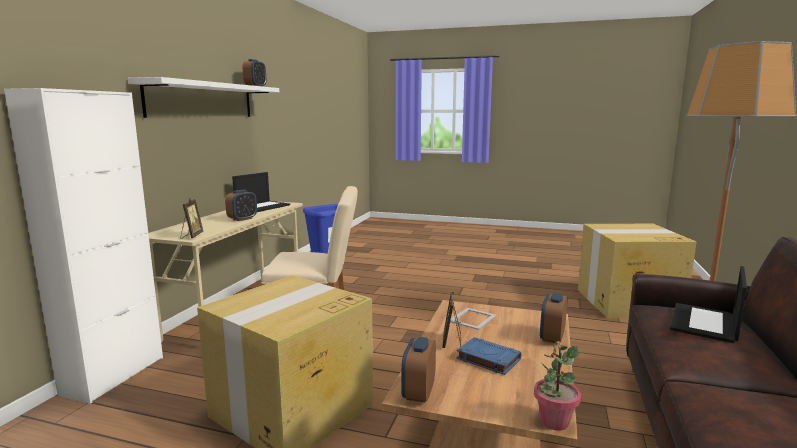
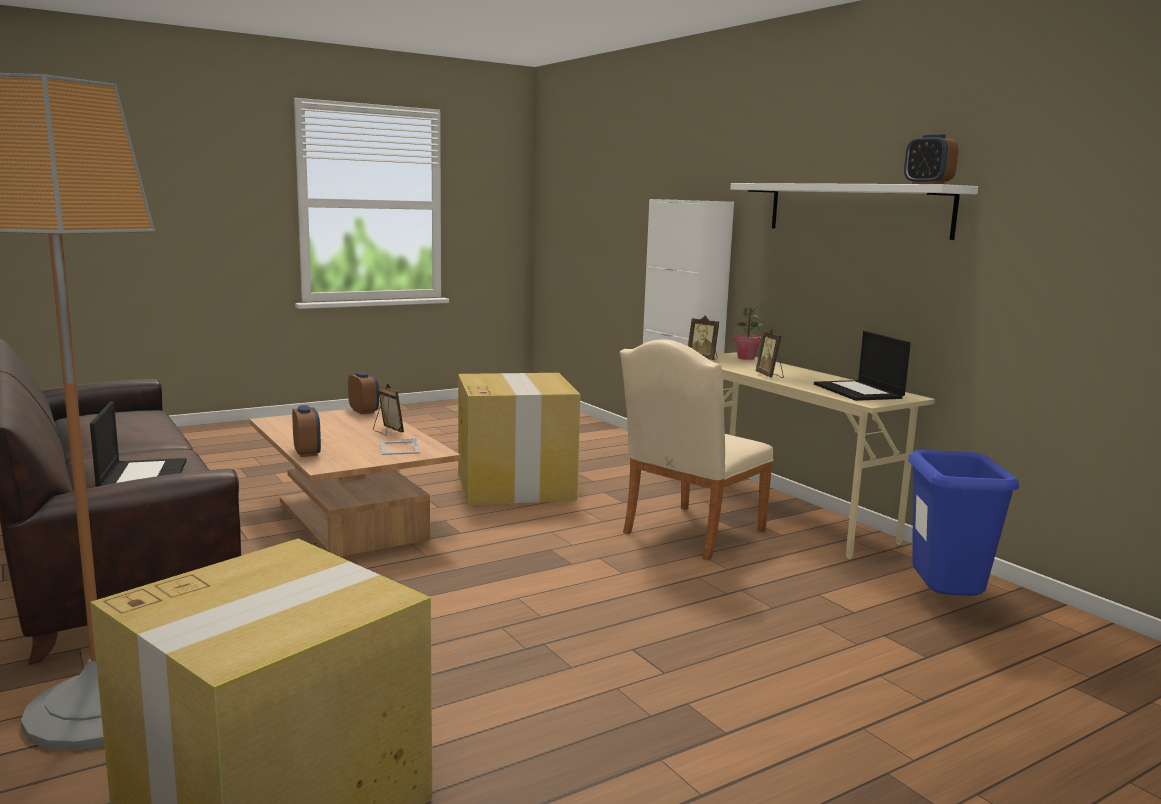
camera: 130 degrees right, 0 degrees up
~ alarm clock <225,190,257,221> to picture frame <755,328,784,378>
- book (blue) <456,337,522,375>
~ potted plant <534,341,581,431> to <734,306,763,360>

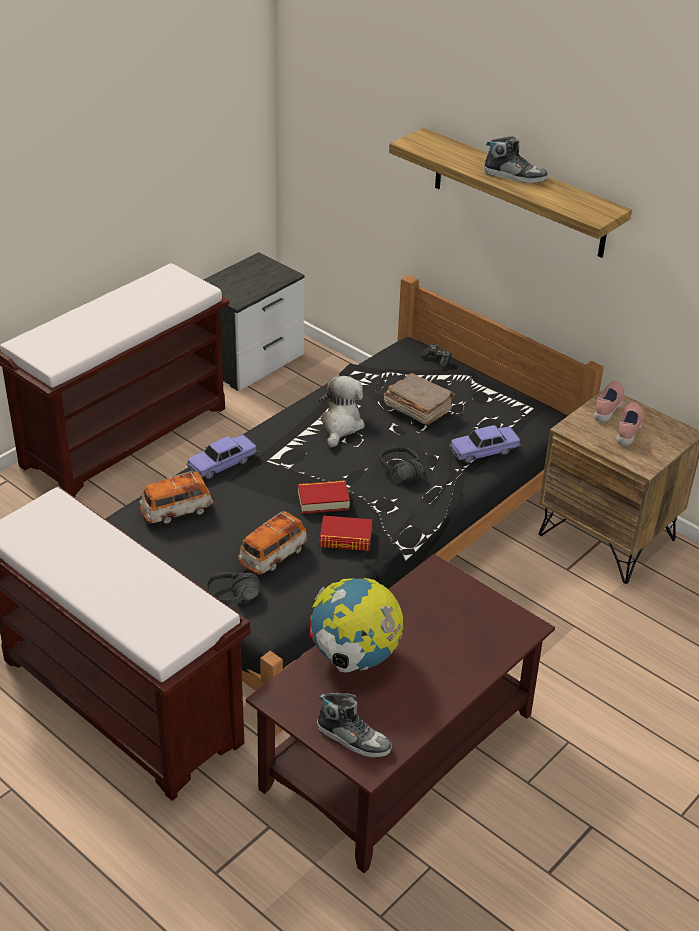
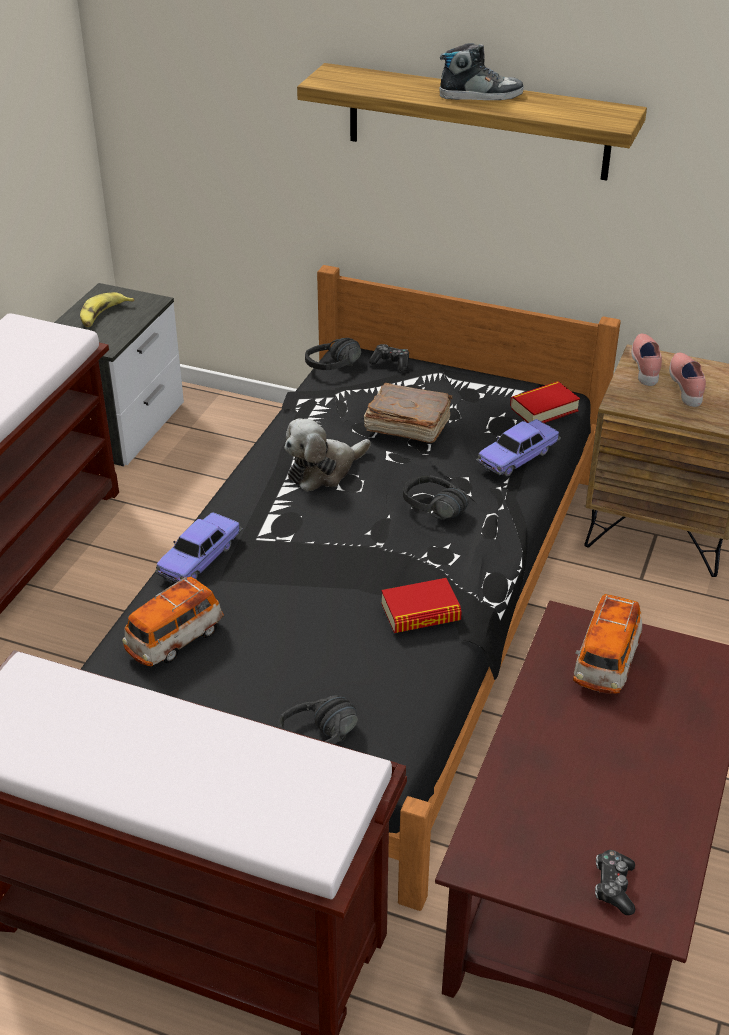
camera: 20 degrees left, 0 degrees up
~ toy car <238,511,308,575> to <573,594,642,694>
~ book <298,480,350,514> to <510,381,580,423>
- globe <310,577,403,673>
~ shoe <317,693,392,758> to game controller <595,850,635,915>
~ plush toy <319,376,365,448> = <285,419,371,492> 120 degrees counterclockwise
+ banana <80,292,134,327>
+ headphones (black) <305,338,361,370>

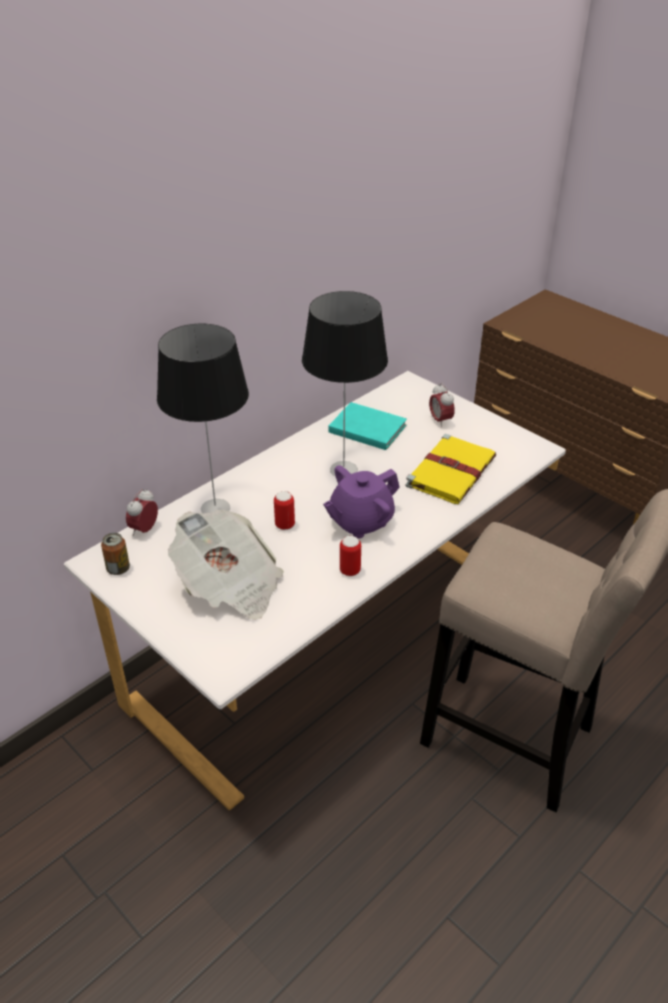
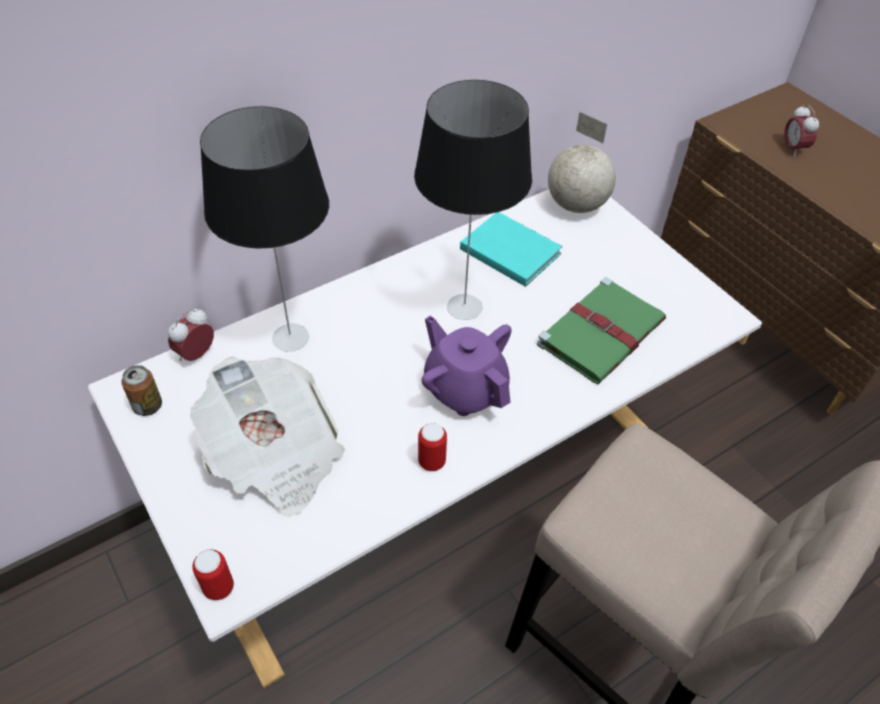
camera: 10 degrees right, 10 degrees up
~ can <274,491,295,530> to <192,550,234,600>
~ teapot (purple) <323,466,400,538> = <421,316,512,416> 75 degrees clockwise
~ book (yellow) <406,434,496,504> to book (green) <537,277,666,384>
~ alarm clock <429,383,455,428> to <783,105,819,157>
+ globe <548,112,616,213>

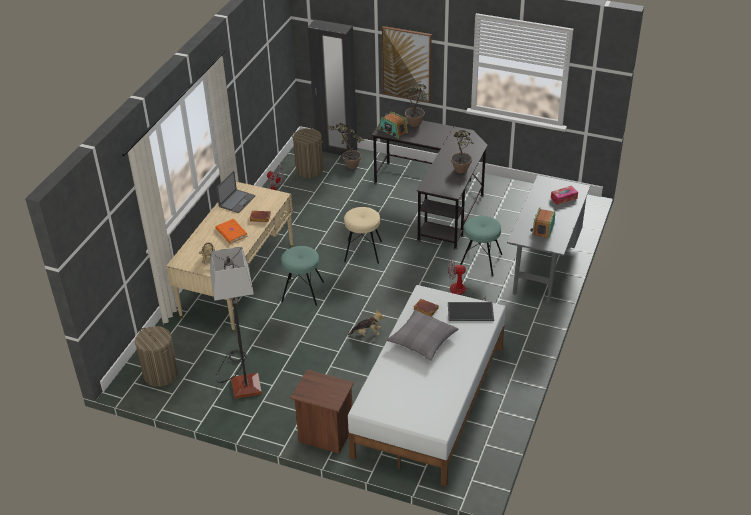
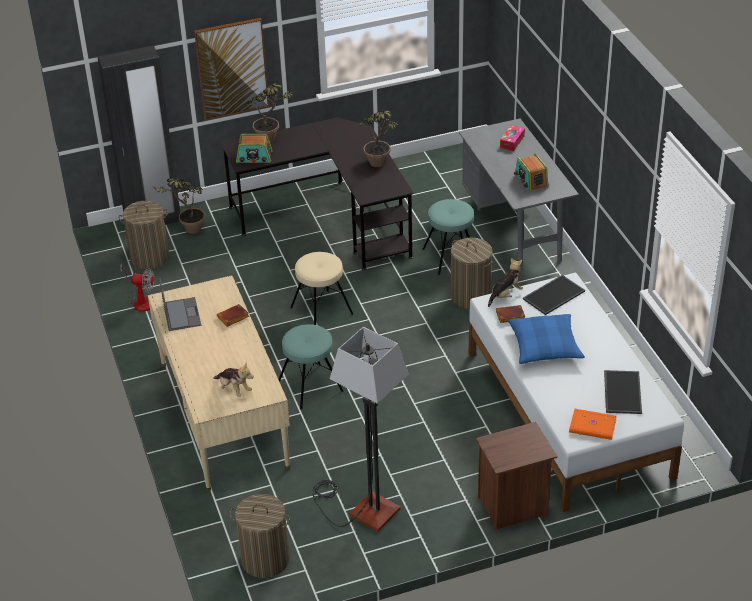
camera: 40 degrees left, 0 degrees up
~ book (orange) <216,219,248,244> to <569,409,617,440>
~ plush toy <348,310,385,336> to <488,258,523,307>
~ pillow (grey) <386,310,458,361> to pillow (blue) <508,314,585,364>
~ fan <448,260,486,301> to laundry basket <451,238,493,309>
+ tray <604,370,642,414>

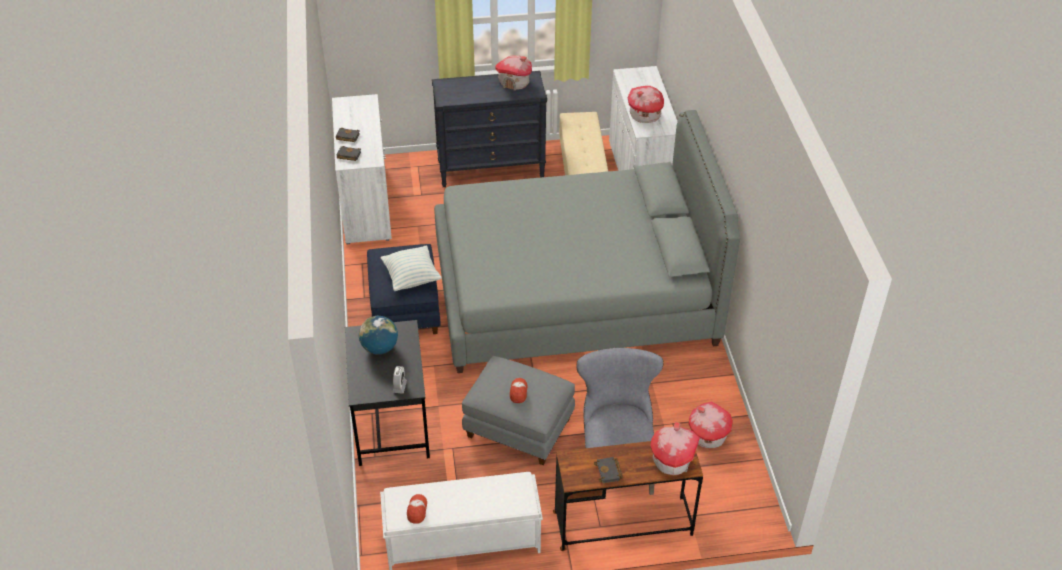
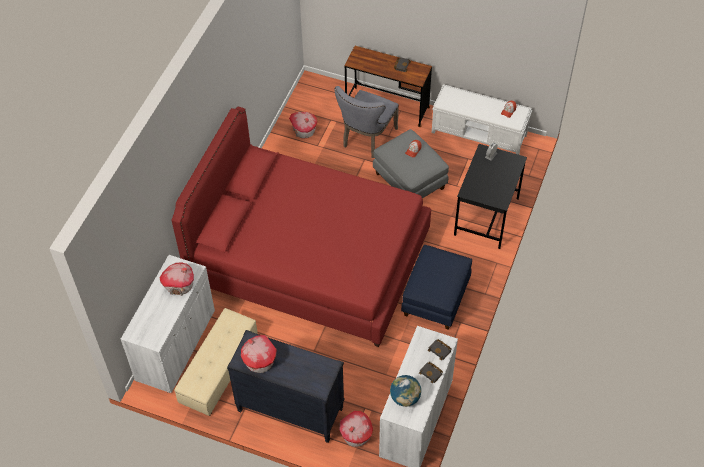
camera: 150 degrees left, 10 degrees up
~ globe <359,316,398,355> to <390,375,421,407>
- pillow <381,246,442,291>
~ bed (grey) <434,110,740,373> to bed (red) <172,107,431,347>
~ toy house <651,422,700,475> to <339,411,373,447>

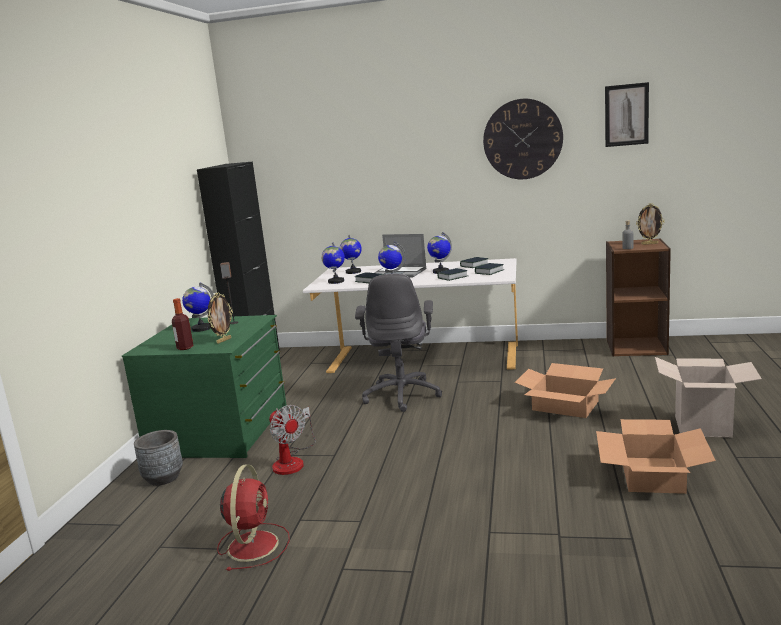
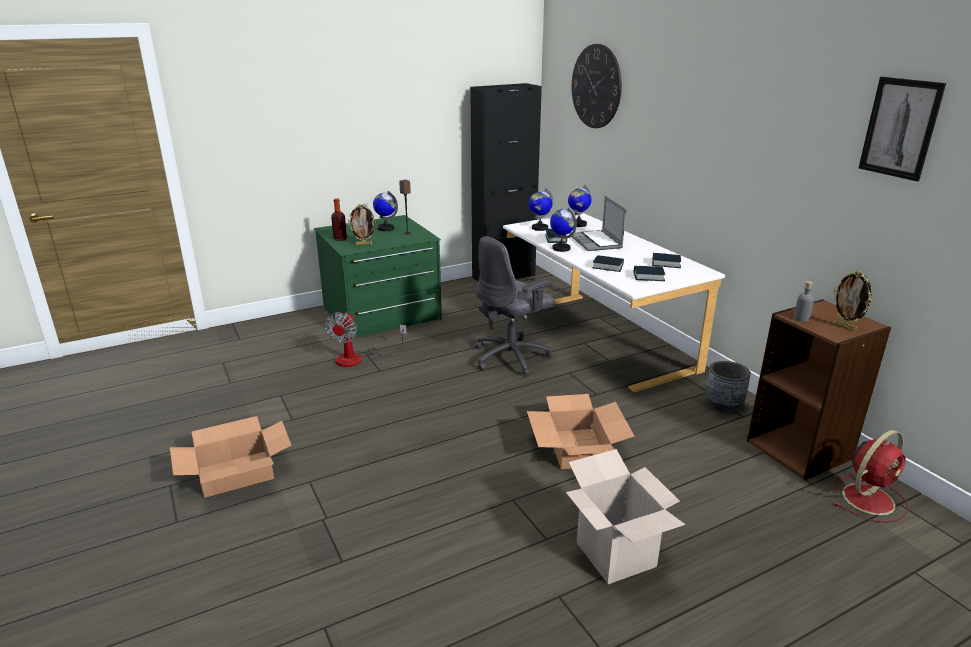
camera: 50 degrees right, 10 degrees up
~ planter (grey) <134,430,183,486> to <706,361,751,412>
~ fan (red) <217,464,290,571> to <834,430,909,523>
- globe <427,232,452,274>
~ wall clock <483,99,563,179> to <572,44,622,128>
~ cardboard box <596,419,716,494> to <170,416,291,498>

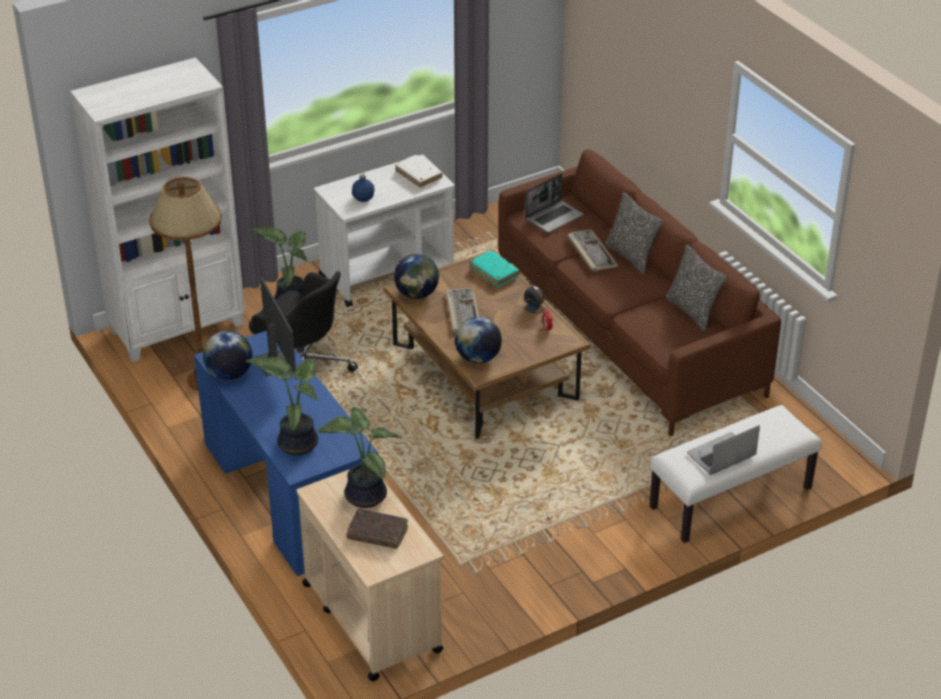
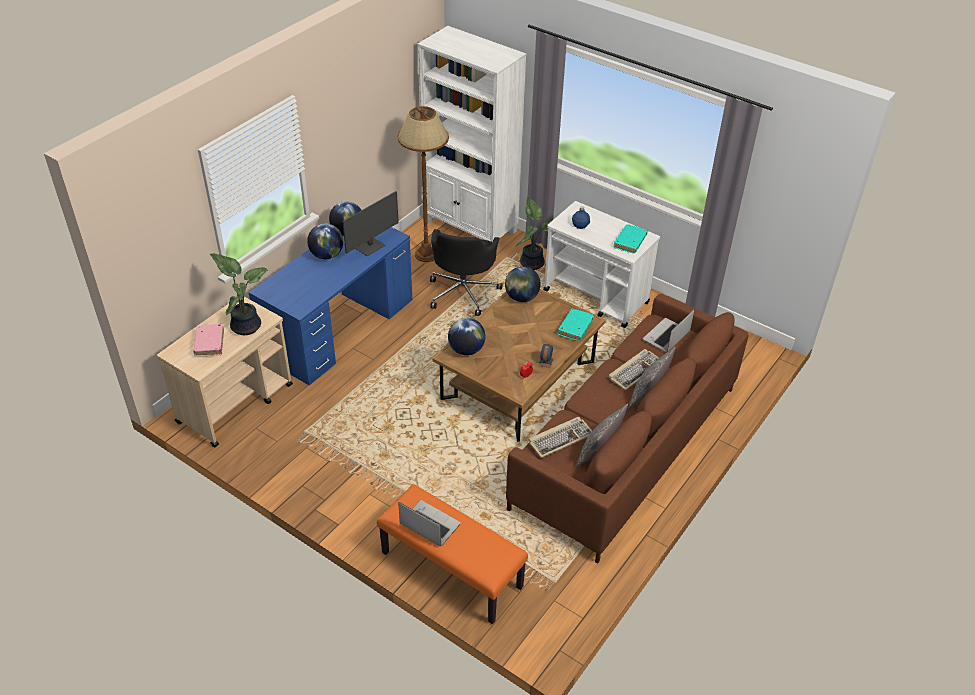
camera: 65 degrees right, 5 degrees up
- potted plant <246,357,319,455>
~ book (brown) <346,509,408,549> to book (pink) <193,324,224,356>
~ book (white) <395,155,443,189> to book (turquoise) <614,224,648,253>
~ keyboard <446,288,479,333> to <529,417,592,458>
~ laptop <525,173,583,233> = <643,310,694,353> 105 degrees clockwise
~ bench (white) <650,405,822,543> to bench (orange) <377,484,528,624>
+ globe <307,224,343,259>

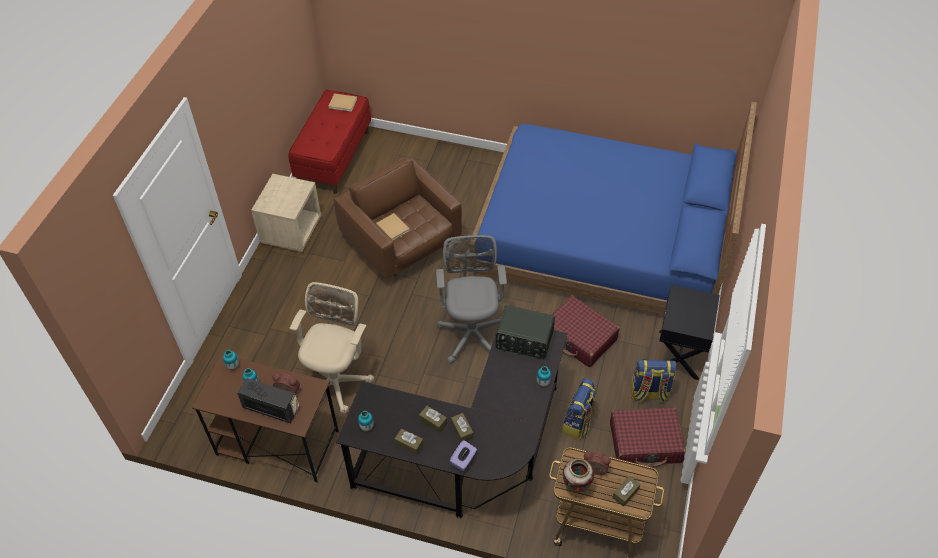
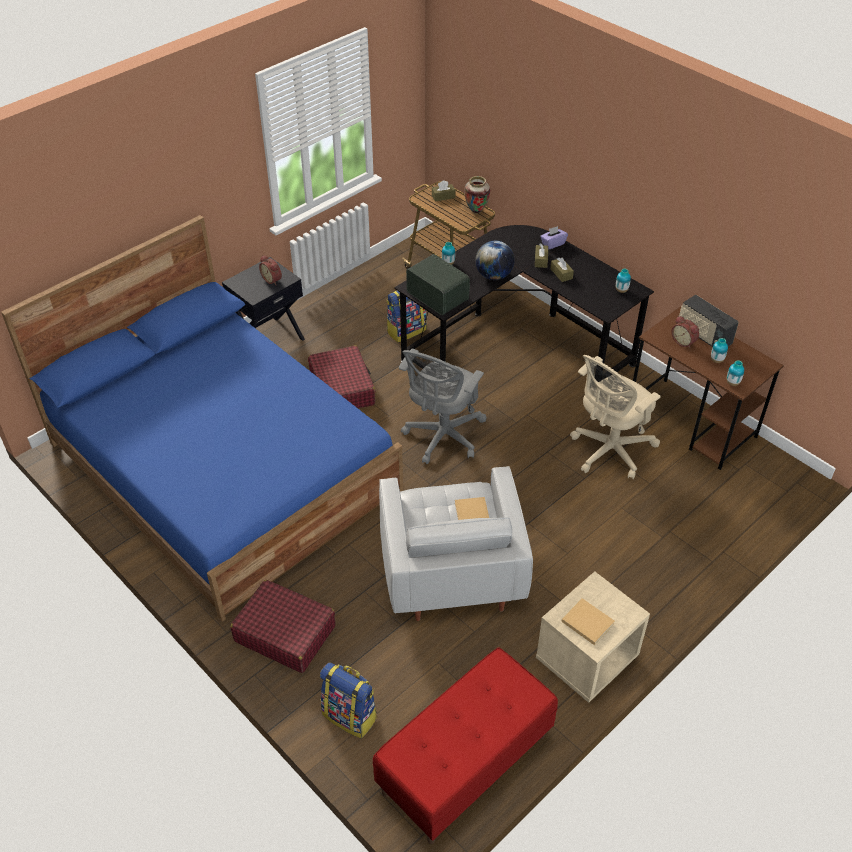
camera: 150 degrees left, 5 degrees down
~ book (beige) <329,93,357,112> to <561,598,615,645>
~ armchair (brown) <334,157,462,279> to armchair (white) <379,466,533,621>
- tissue box (brown) <395,429,424,455>
~ alarm clock <584,451,611,475> to <259,255,282,285>
~ suitcase (red) <610,407,686,468> to <230,580,335,673>
~ backpack <631,359,676,403> to <320,663,377,739>
+ globe <475,241,515,280>

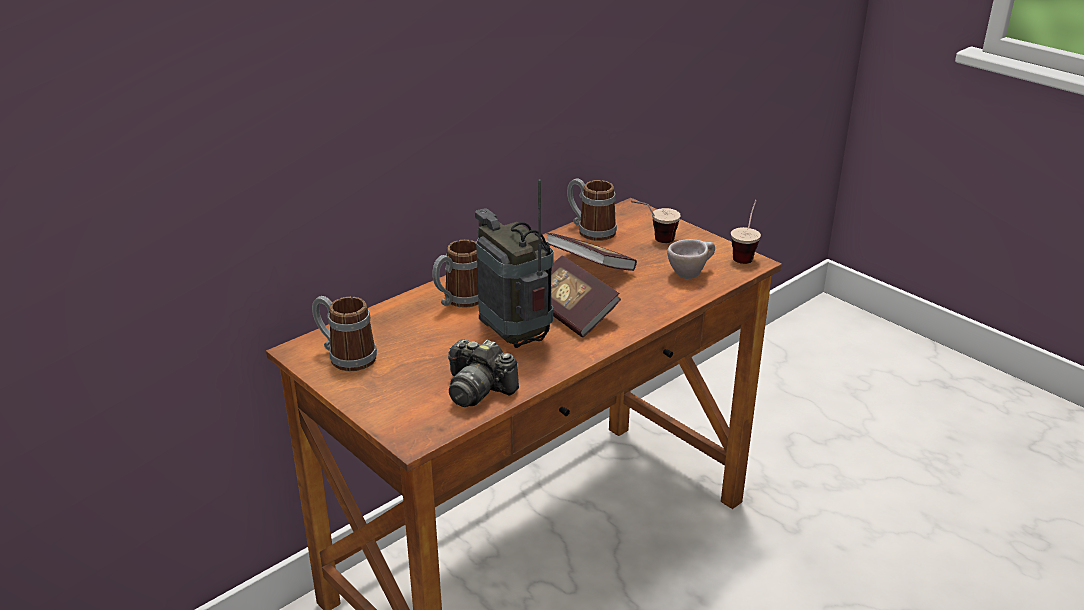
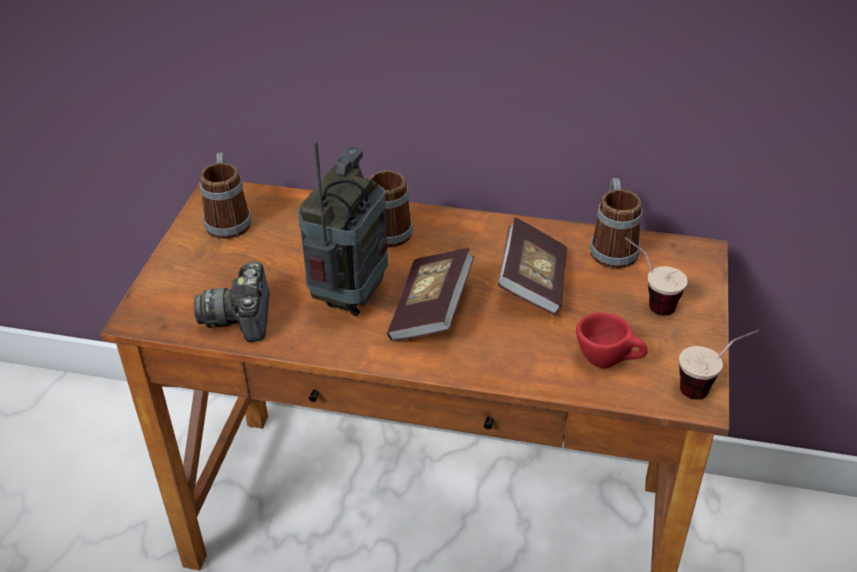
camera: 55 degrees right, 10 degrees up
~ cup (beige) <667,239,715,279> to cup (red) <576,312,648,368>

